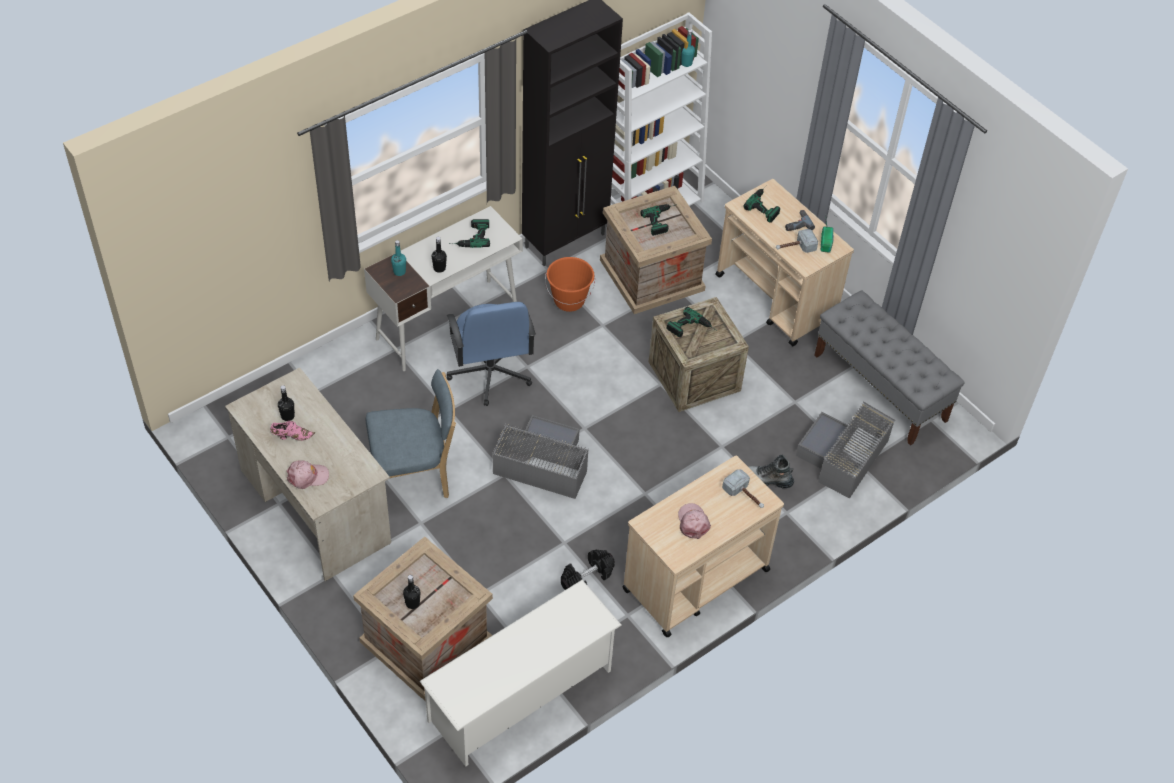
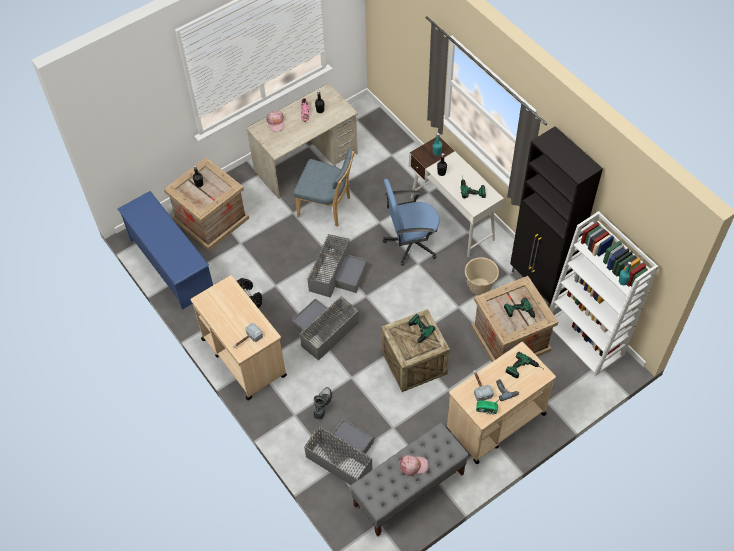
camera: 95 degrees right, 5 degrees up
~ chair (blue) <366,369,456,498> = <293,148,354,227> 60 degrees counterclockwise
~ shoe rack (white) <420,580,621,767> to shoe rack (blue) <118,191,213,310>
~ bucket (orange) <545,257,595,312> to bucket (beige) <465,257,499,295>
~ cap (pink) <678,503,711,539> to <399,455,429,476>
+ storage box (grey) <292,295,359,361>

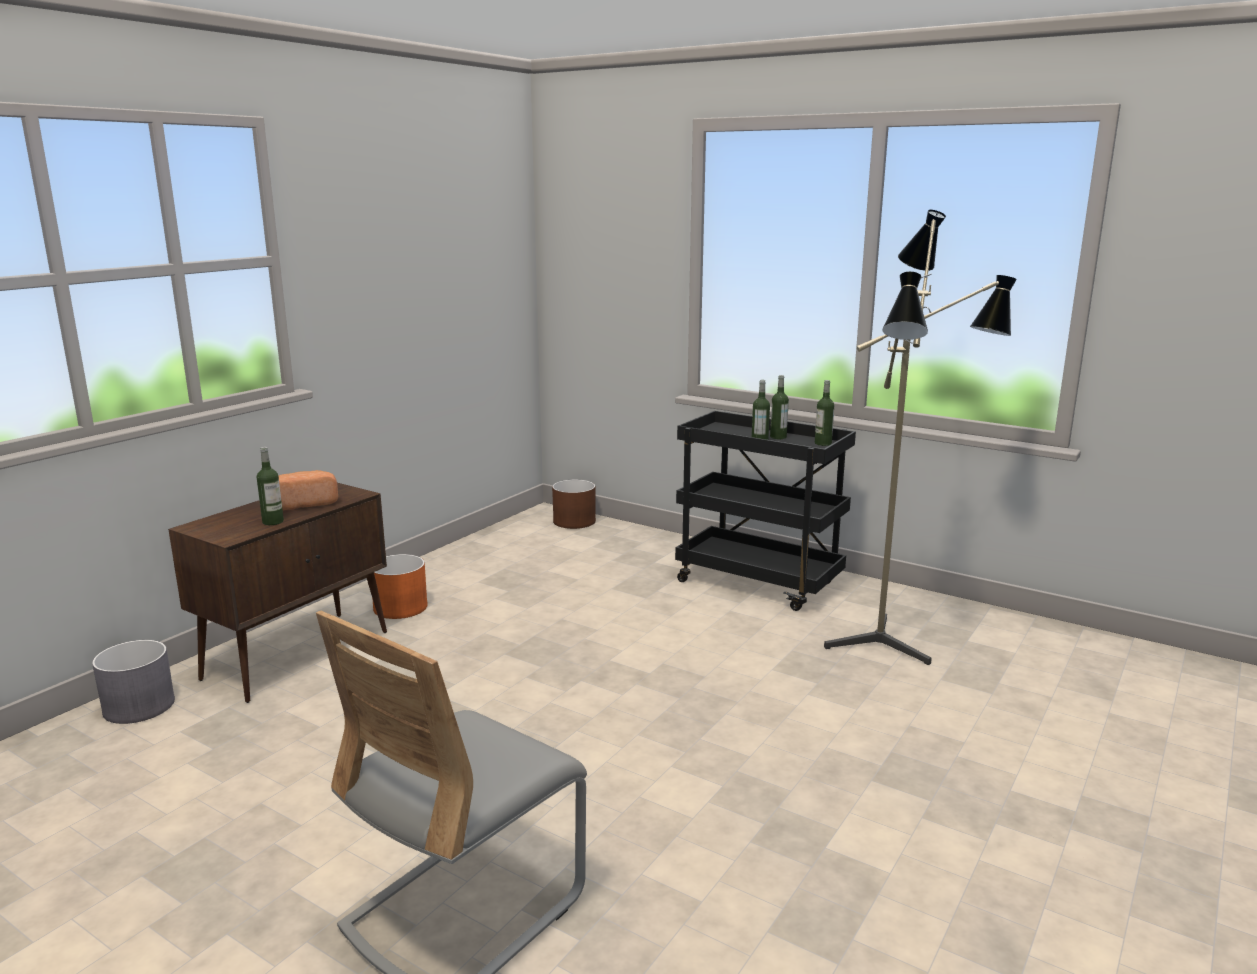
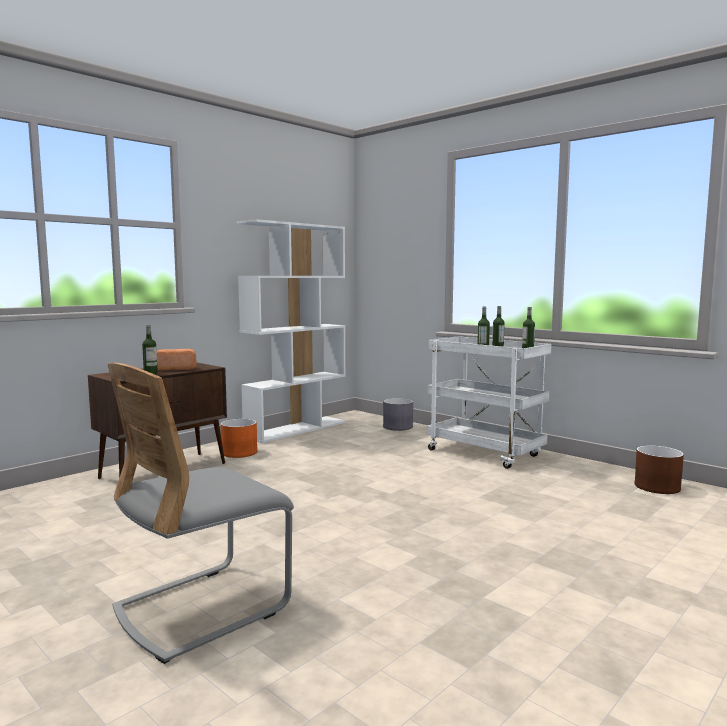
camera: 10 degrees right, 10 degrees down
~ planter (grey) <92,640,175,724> to <383,398,413,431>
~ planter (brown) <552,480,596,529> to <634,445,684,494>
~ cart (black) <675,411,856,611> to cart (white) <427,336,552,469>
- floor lamp <824,210,1017,665>
+ bookcase (white) <236,219,346,443>

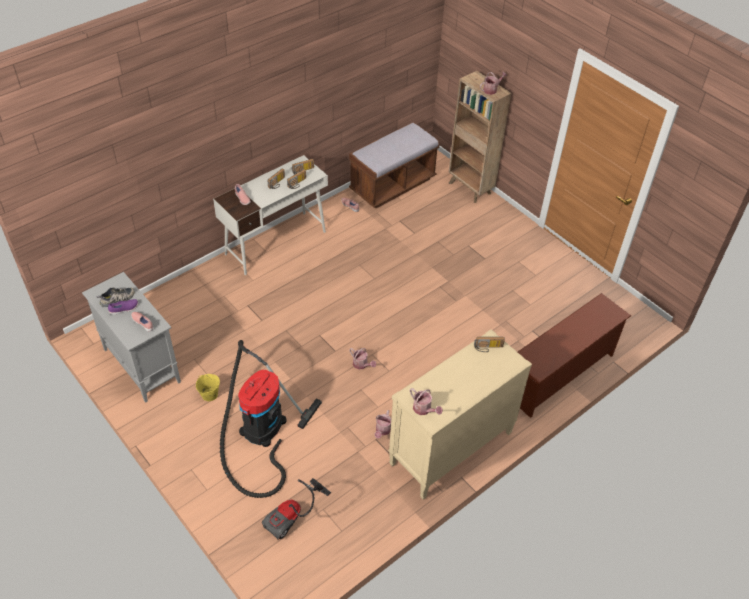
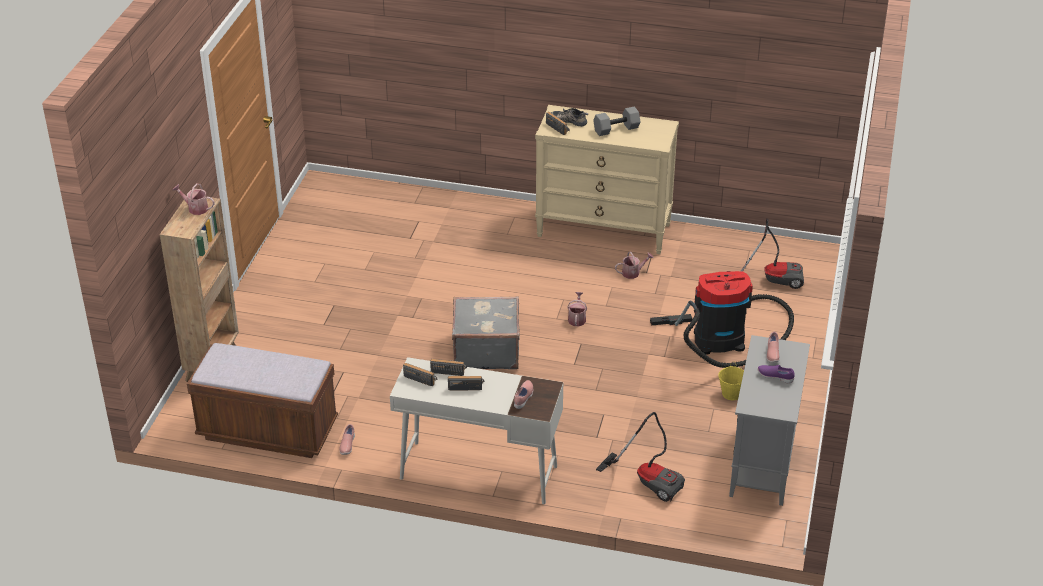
camera: 125 degrees left, 10 degrees down
~ shoe <97,288,135,307> to <551,108,588,127>
- watering can <410,388,443,415>
- shoe rack (brown) <518,293,631,418>
+ suitcase (grey) <452,296,520,369>
+ dumbbell (grey) <593,107,640,136>
+ vacuum cleaner <596,412,685,502>

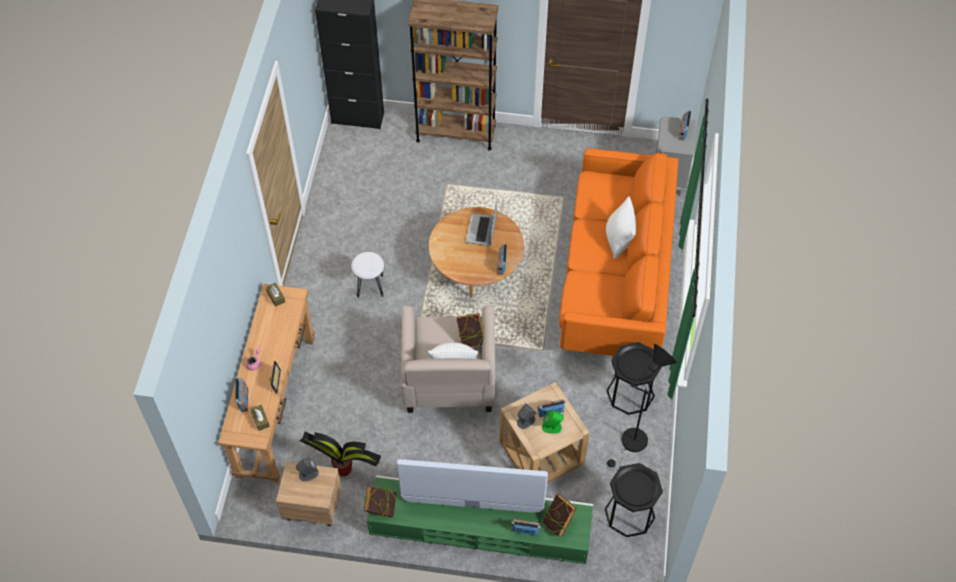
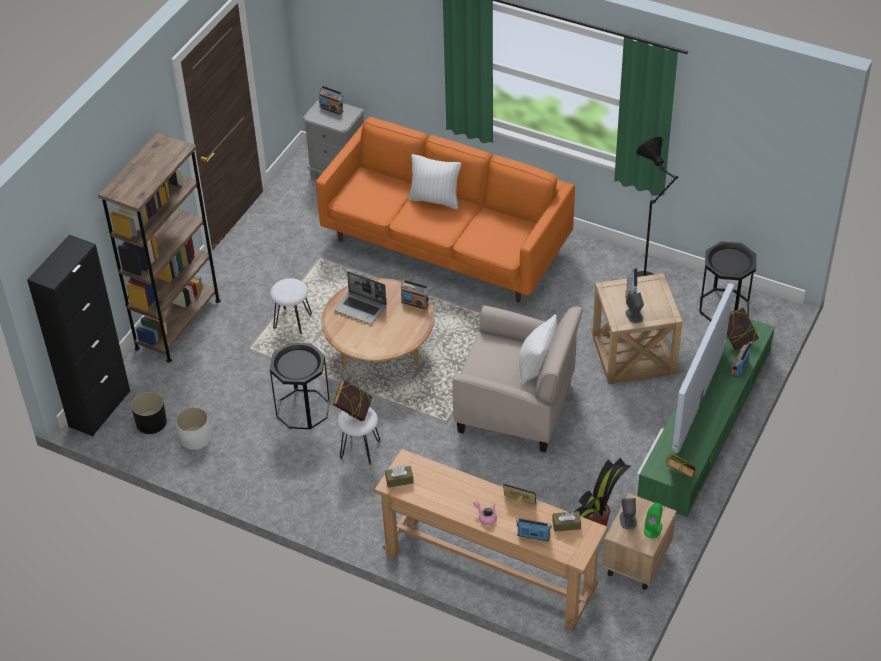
camera: 70 degrees left, 10 degrees down
~ book <456,313,485,347> to <333,380,372,421>
~ speaker (green) <542,410,564,434> to <644,503,663,538>
~ side table (black) <607,342,661,415> to <270,343,330,429>
+ planter (black) <131,392,167,434>
+ planter (white) <176,407,211,450>
+ stool (white) <270,278,312,334>

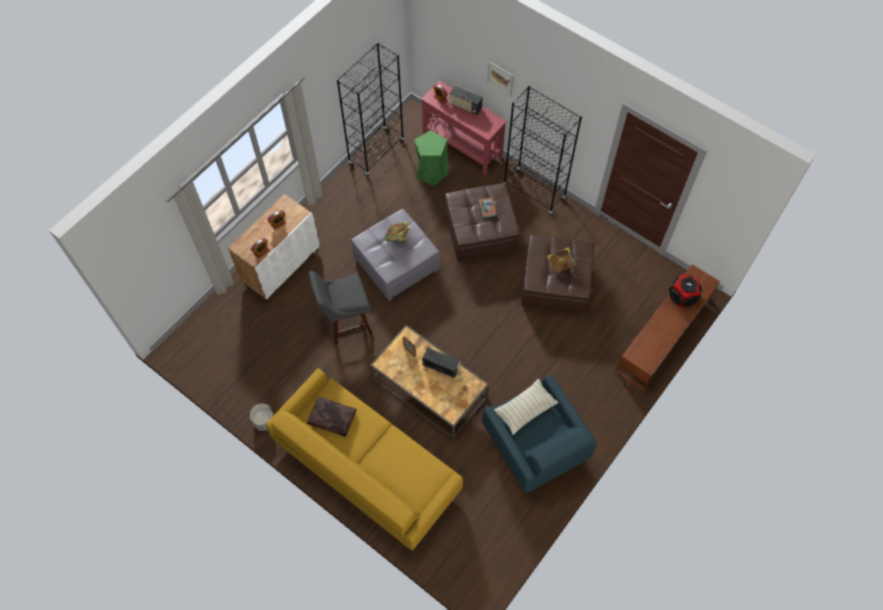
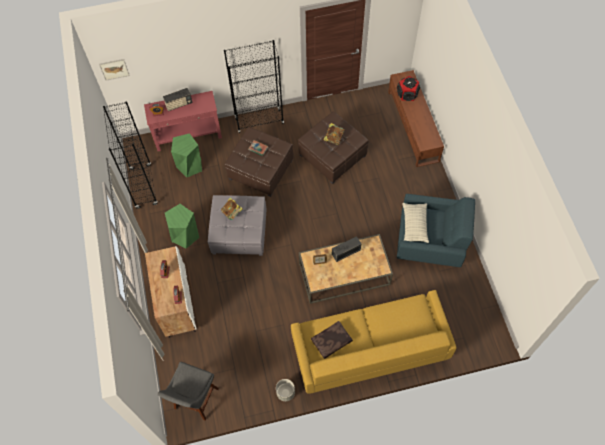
camera: 50 degrees left, 0 degrees up
~ stool (grey) <309,271,372,345> to <157,362,219,420>
~ picture <488,62,514,96> to <99,59,130,81>
+ stool (green) <165,204,199,249>

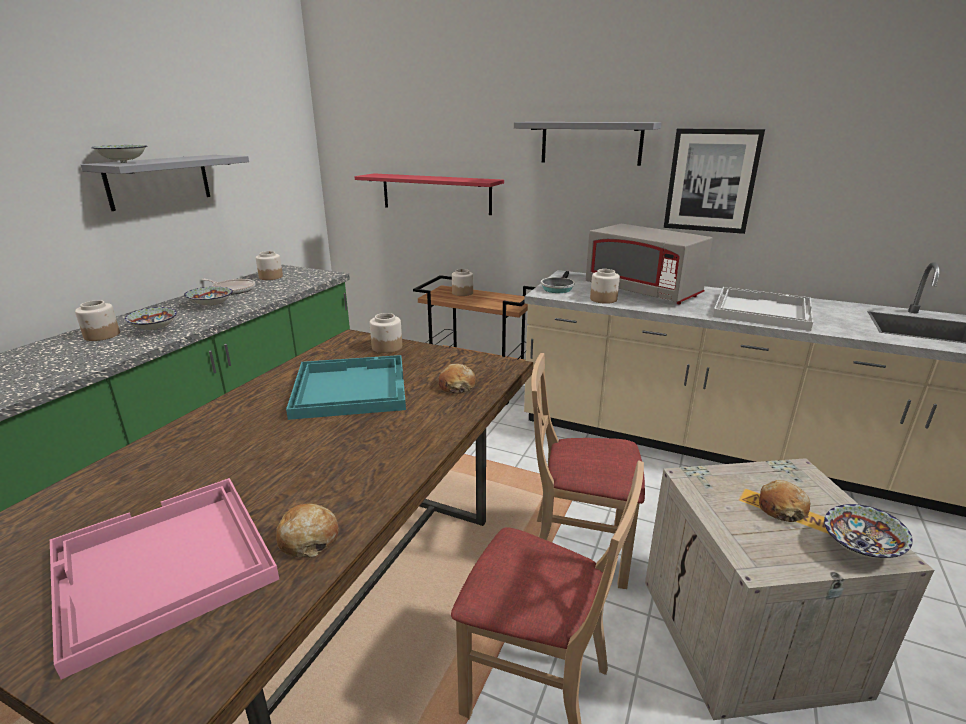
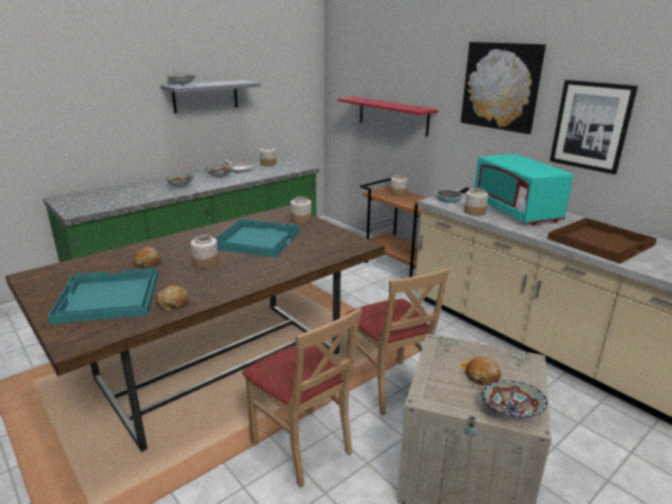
camera: 25 degrees right, 0 degrees up
~ tray (pink) <50,478,279,679> to tray (turquoise) <47,268,159,324>
~ jar <75,300,120,341> to <191,235,219,269>
~ bread <439,364,476,394> to <133,247,162,269>
~ shelf (grey) <514,122,661,166> to picture <461,42,546,134>
~ chair (beige) <531,353,645,589> = <346,268,450,416> 150 degrees counterclockwise
~ microwave (grey) <586,224,713,305> to microwave (turquoise) <474,154,574,226>
~ tray (white) <713,287,813,331> to tray (brown) <547,218,657,264>

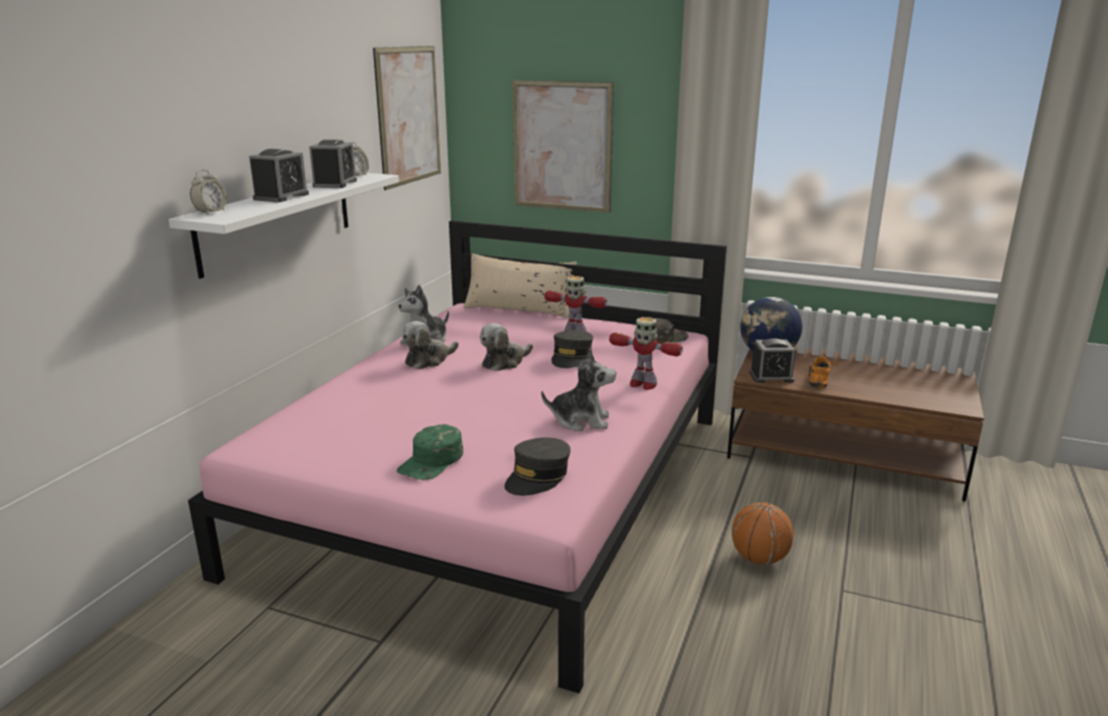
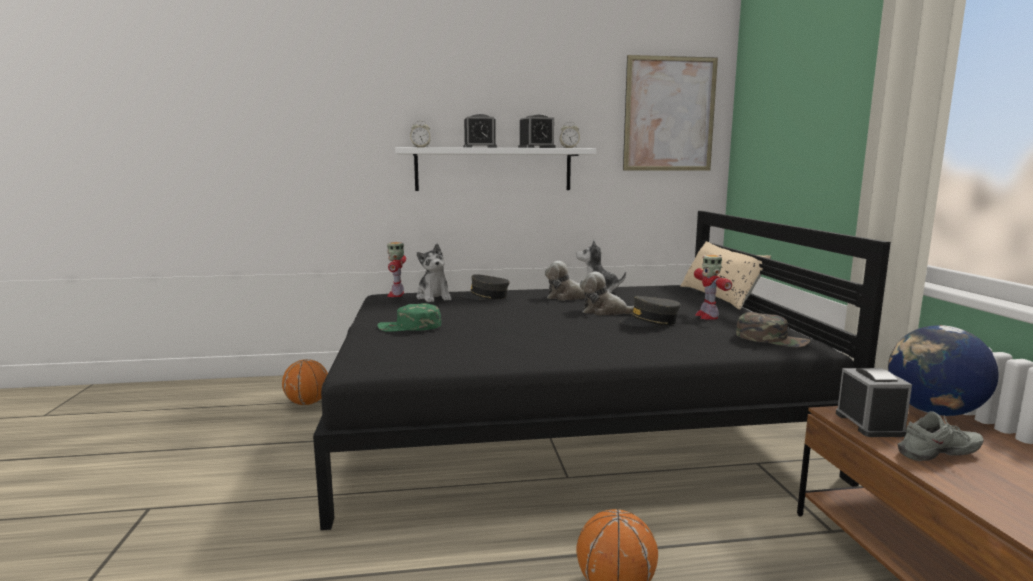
camera: 60 degrees right, 10 degrees down
~ bed (pink) <188,221,727,694> to bed (black) <313,211,891,530>
~ cap (grey) <504,438,571,496> to <460,274,510,300>
- picture <512,80,614,213>
~ plush toy <541,348,616,431> to <416,244,452,302>
~ toy robot <609,317,683,390> to <387,242,406,297>
~ alarm clock <749,338,796,383> = <836,368,912,437> 150 degrees counterclockwise
~ shoe (orange) <808,356,838,388> to shoe (grey) <898,411,984,461>
+ basketball <282,359,328,405>

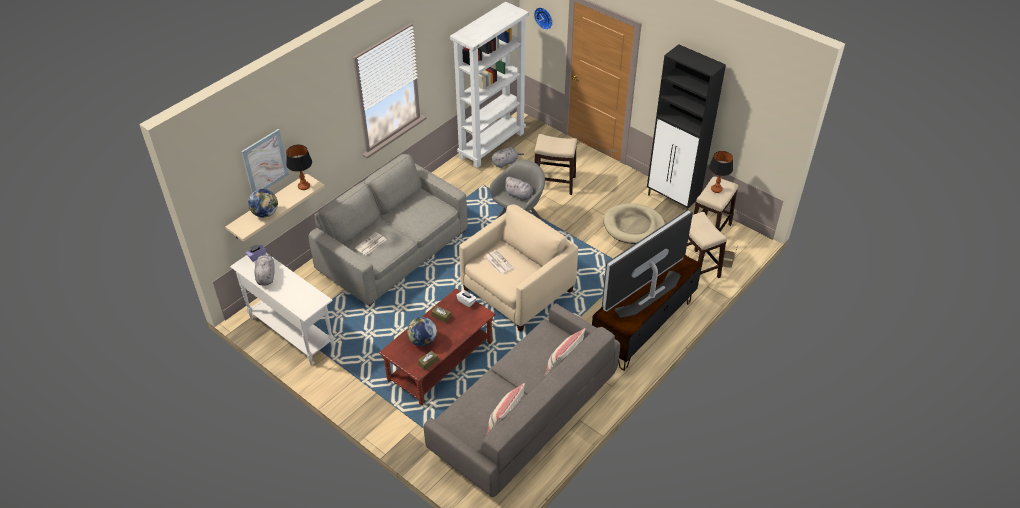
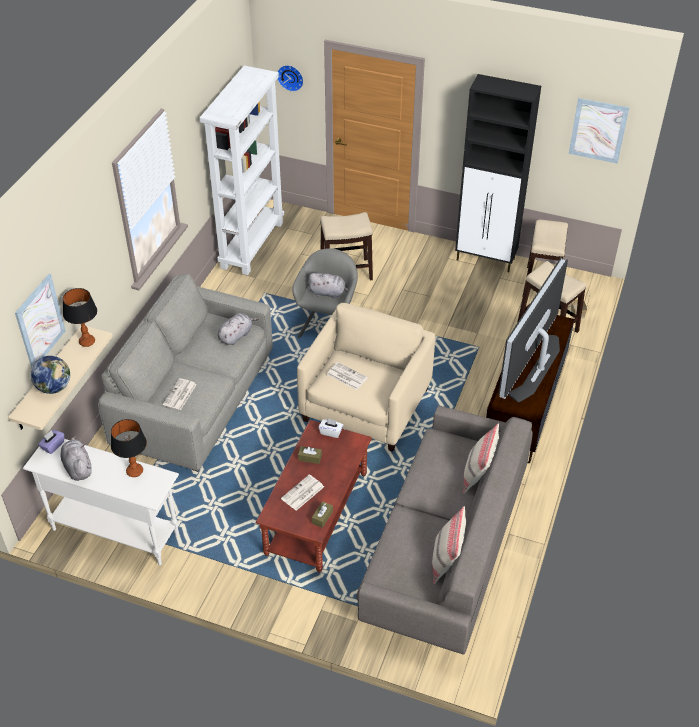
camera: 20 degrees left, 0 degrees up
~ globe <407,317,437,346> to newspaper <281,475,324,511>
~ plush toy (grey) <492,147,524,168> to <218,313,259,345>
- dog bed (beige) <603,203,665,244>
~ table lamp <709,151,733,193> to <111,419,147,477>
+ picture <569,98,630,164>

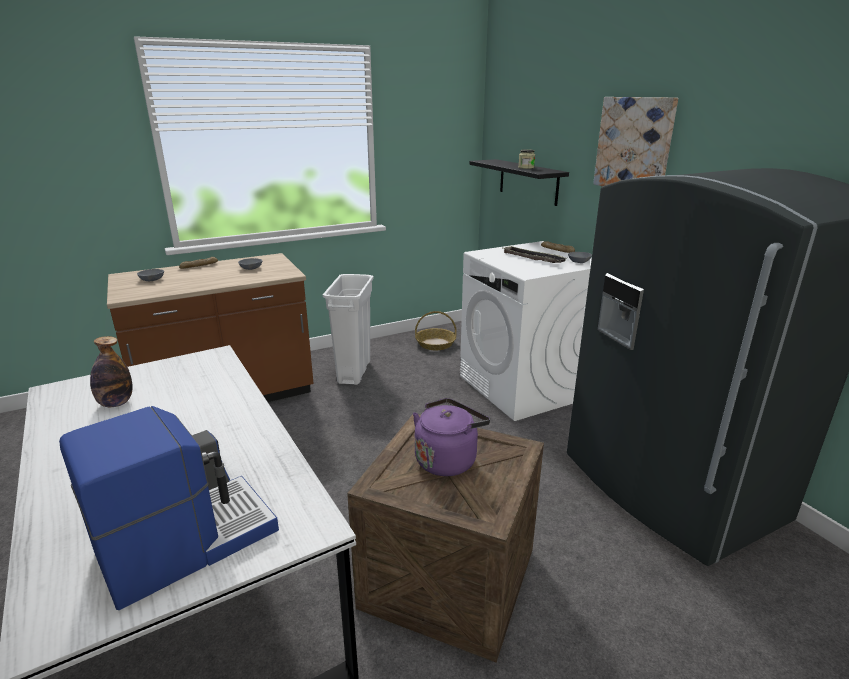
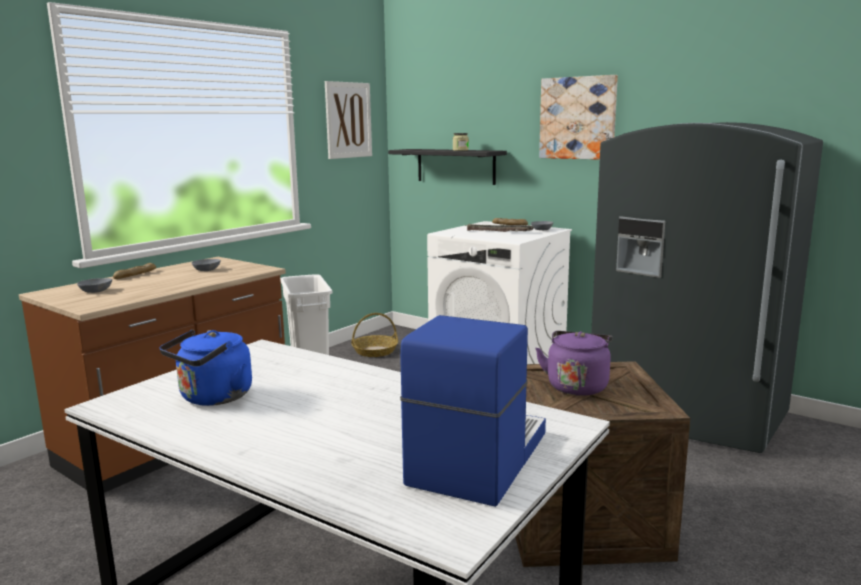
camera: 25 degrees left, 10 degrees down
~ bottle <90,336,133,407> to kettle (blue) <159,329,252,406>
+ picture <325,81,372,159>

